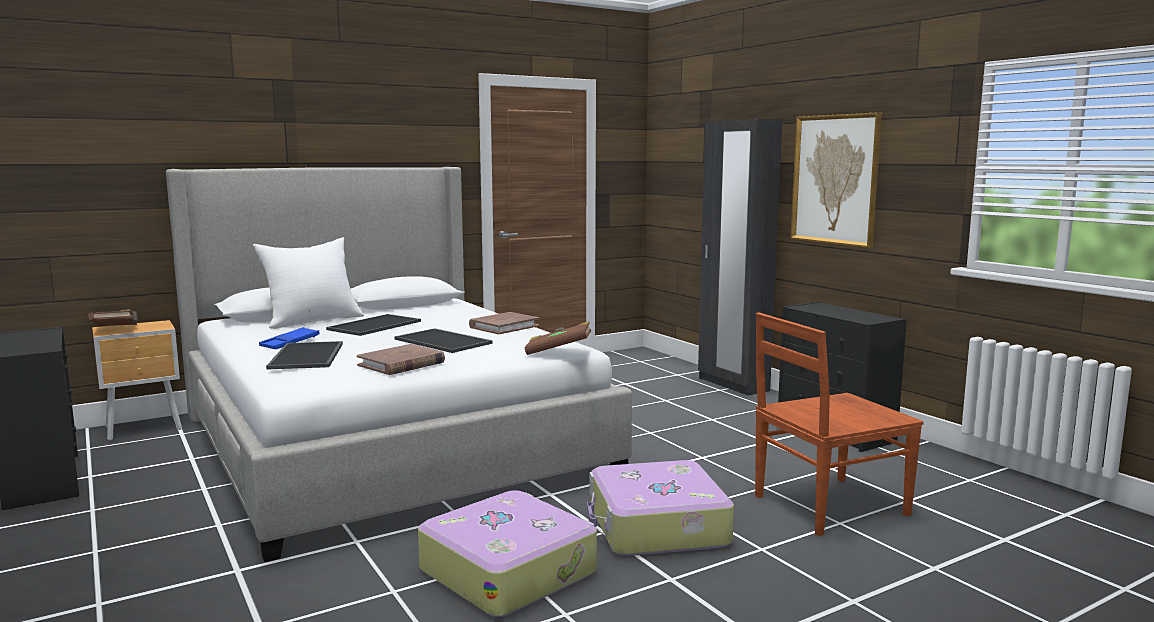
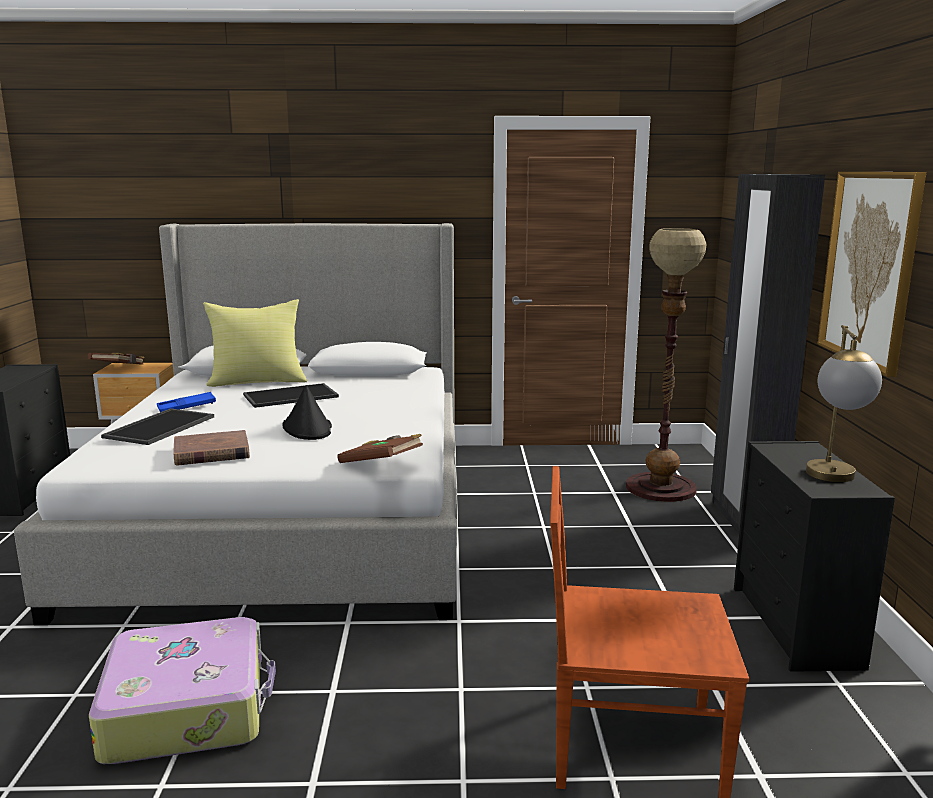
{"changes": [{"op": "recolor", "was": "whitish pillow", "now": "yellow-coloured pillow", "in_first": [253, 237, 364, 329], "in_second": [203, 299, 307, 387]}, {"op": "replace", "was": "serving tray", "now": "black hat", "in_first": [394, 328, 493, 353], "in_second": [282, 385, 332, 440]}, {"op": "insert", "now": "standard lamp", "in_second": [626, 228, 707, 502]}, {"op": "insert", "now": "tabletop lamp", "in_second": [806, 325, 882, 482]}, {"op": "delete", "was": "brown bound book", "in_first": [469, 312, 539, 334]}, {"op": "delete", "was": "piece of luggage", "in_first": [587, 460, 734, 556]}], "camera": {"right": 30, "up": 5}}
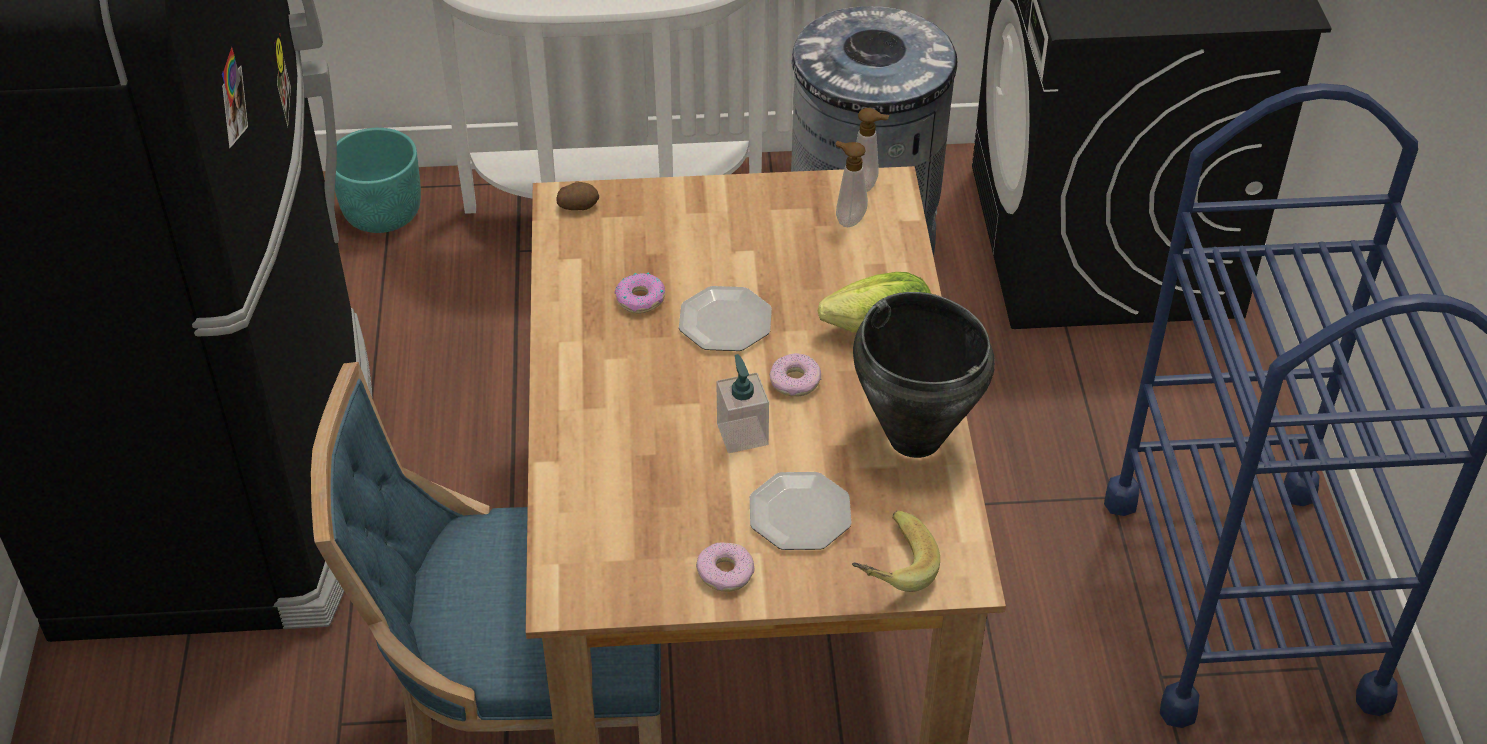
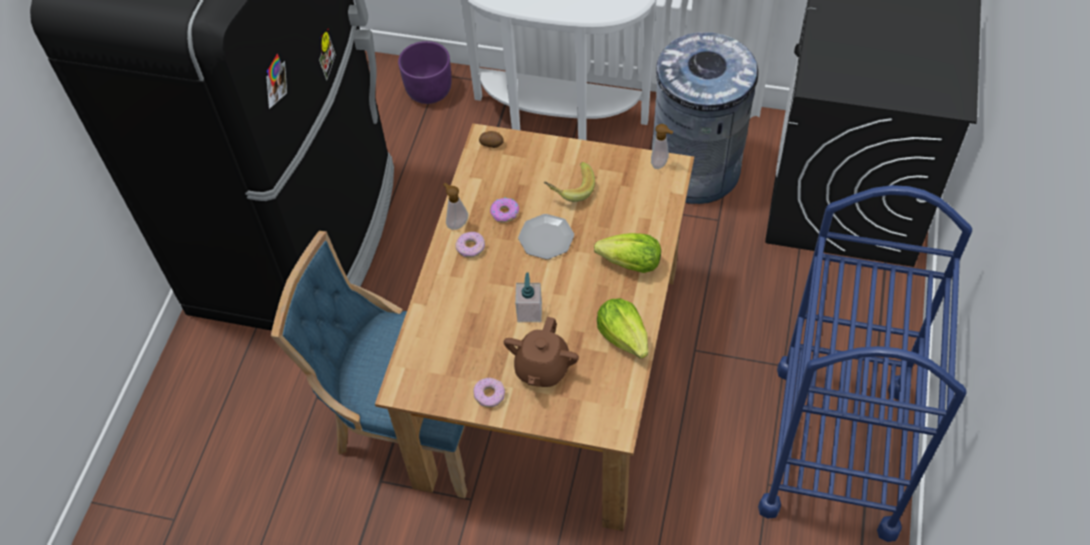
{"changes": [{"op": "recolor", "was": "blue-green plant pot", "now": "purplish plant pot", "in_first": [335, 128, 421, 233], "in_second": [398, 41, 452, 104]}, {"op": "move", "was": "soap dispenser", "in_first": [836, 141, 868, 227], "in_second": [443, 183, 468, 230]}, {"op": "move", "was": "donut", "in_first": [769, 353, 821, 397], "in_second": [455, 232, 485, 258]}, {"op": "replace", "was": "plate", "now": "brown teapot", "in_first": [750, 472, 851, 550], "in_second": [504, 317, 579, 387]}, {"op": "move", "was": "banana fruit", "in_first": [852, 511, 940, 592], "in_second": [544, 162, 595, 202]}, {"op": "replace", "was": "black cooking pot", "now": "lettuce head", "in_first": [853, 292, 995, 458], "in_second": [597, 298, 648, 359]}], "camera": {"right": 20, "up": 10}}
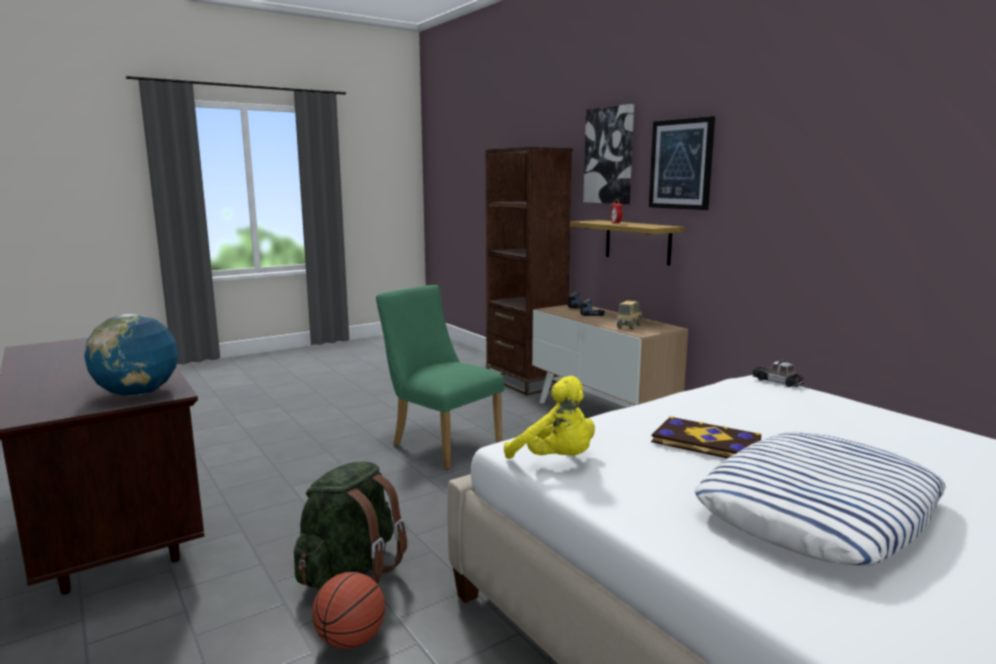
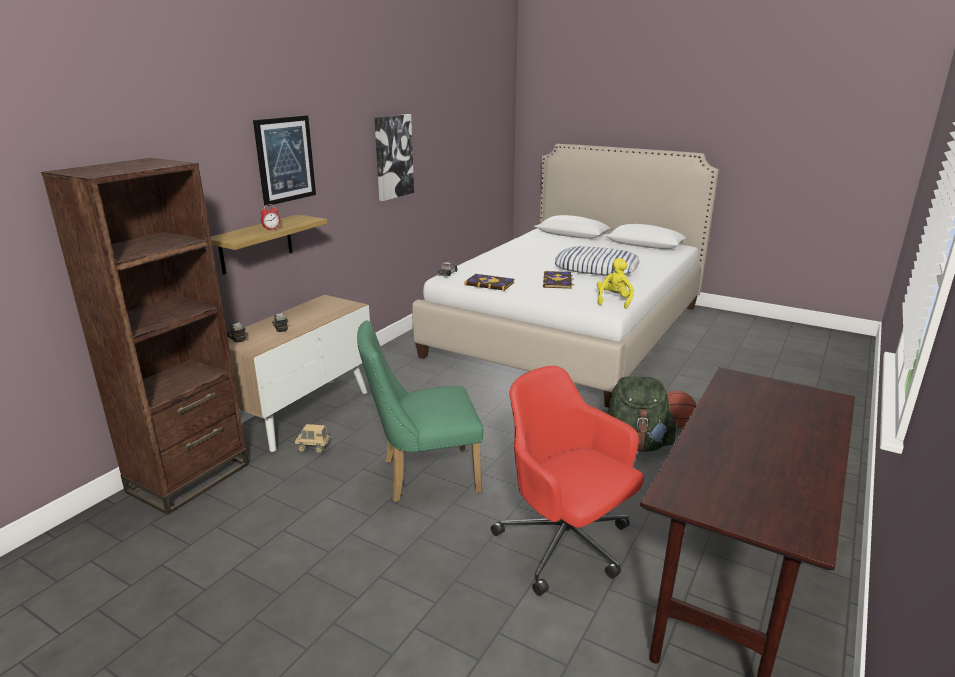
{"changes": [{"op": "move", "was": "toy truck", "in_first": [616, 301, 642, 329], "in_second": [295, 424, 330, 453]}, {"op": "rotate", "was": "green upright chair", "in_first": [376, 285, 504, 470], "in_second": [357, 320, 483, 502], "clockwise": 60}, {"op": "move", "was": "wall art", "in_first": [583, 104, 634, 204], "in_second": [374, 114, 414, 201]}, {"op": "insert", "now": "bound book", "in_second": [464, 274, 515, 291]}, {"op": "insert", "now": "reddish desk chair", "in_second": [491, 366, 644, 596]}, {"op": "delete", "was": "desk globe", "in_first": [84, 314, 179, 396]}], "camera": {"right": -115, "up": 10}}
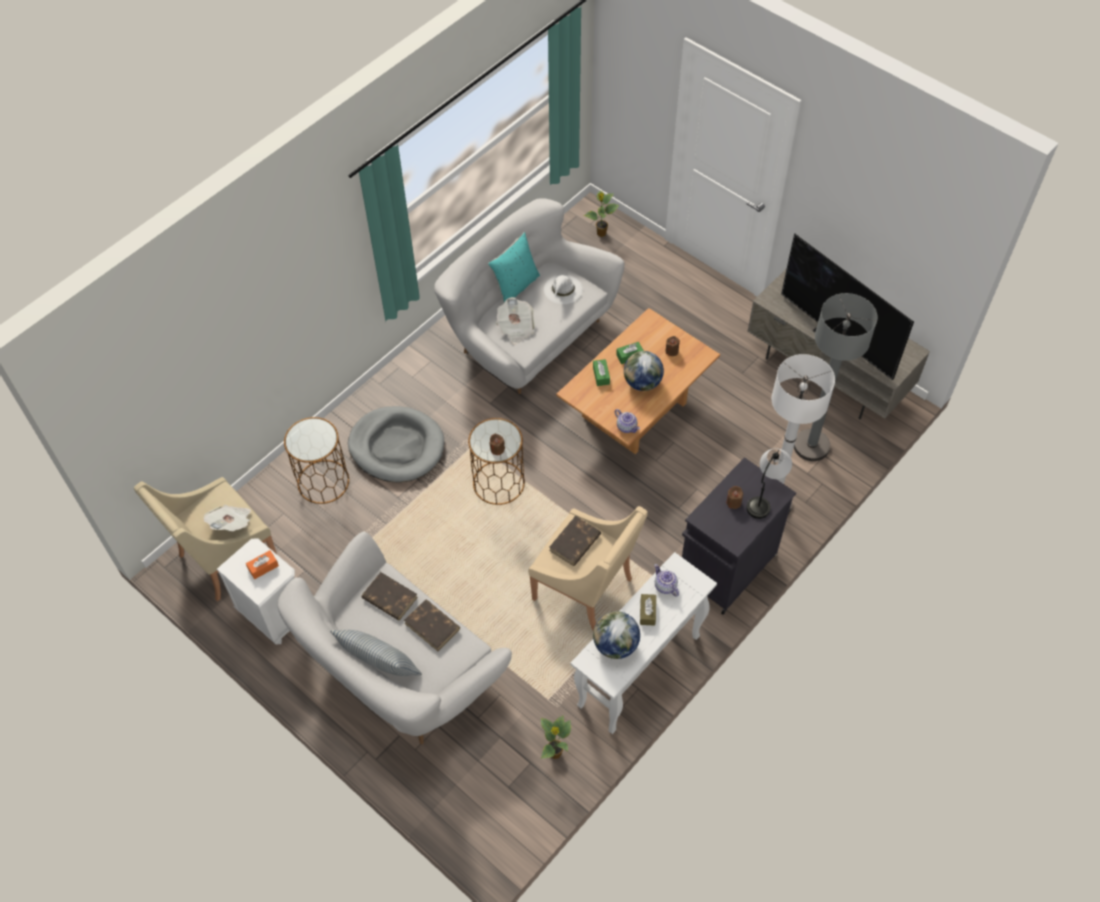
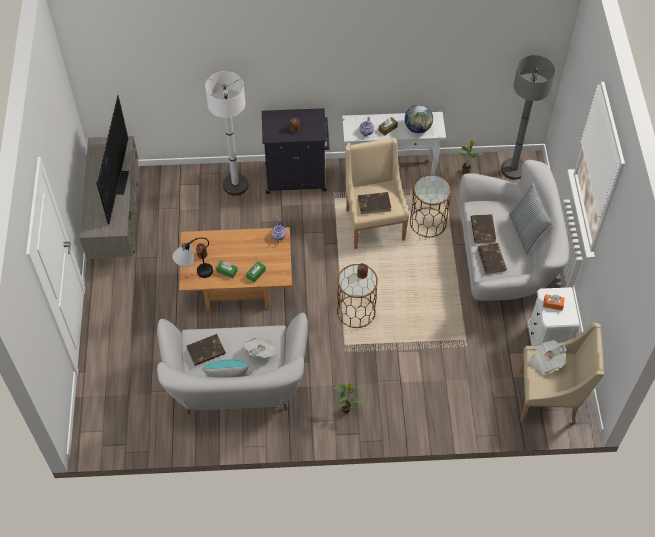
{"changes": [{"op": "move", "was": "tabletop lamp", "in_first": [746, 448, 792, 519], "in_second": [172, 237, 213, 278]}, {"op": "replace", "was": "whitish hat", "now": "brown bound book", "in_first": [544, 275, 583, 304], "in_second": [186, 334, 226, 366]}, {"op": "move", "was": "potted plant", "in_first": [584, 191, 619, 237], "in_second": [334, 383, 363, 414]}, {"op": "move", "was": "brown side table", "in_first": [284, 417, 349, 504], "in_second": [410, 175, 452, 237]}, {"op": "move", "was": "greyish standard lamp", "in_first": [794, 293, 878, 461], "in_second": [501, 55, 555, 180]}, {"op": "delete", "was": "greyish dog cushion", "in_first": [348, 406, 444, 482]}, {"op": "delete", "was": "desk globe", "in_first": [624, 351, 664, 391]}], "camera": {"right": -135, "up": 0}}
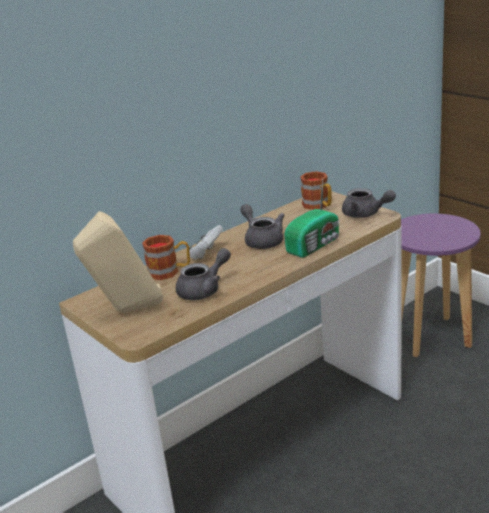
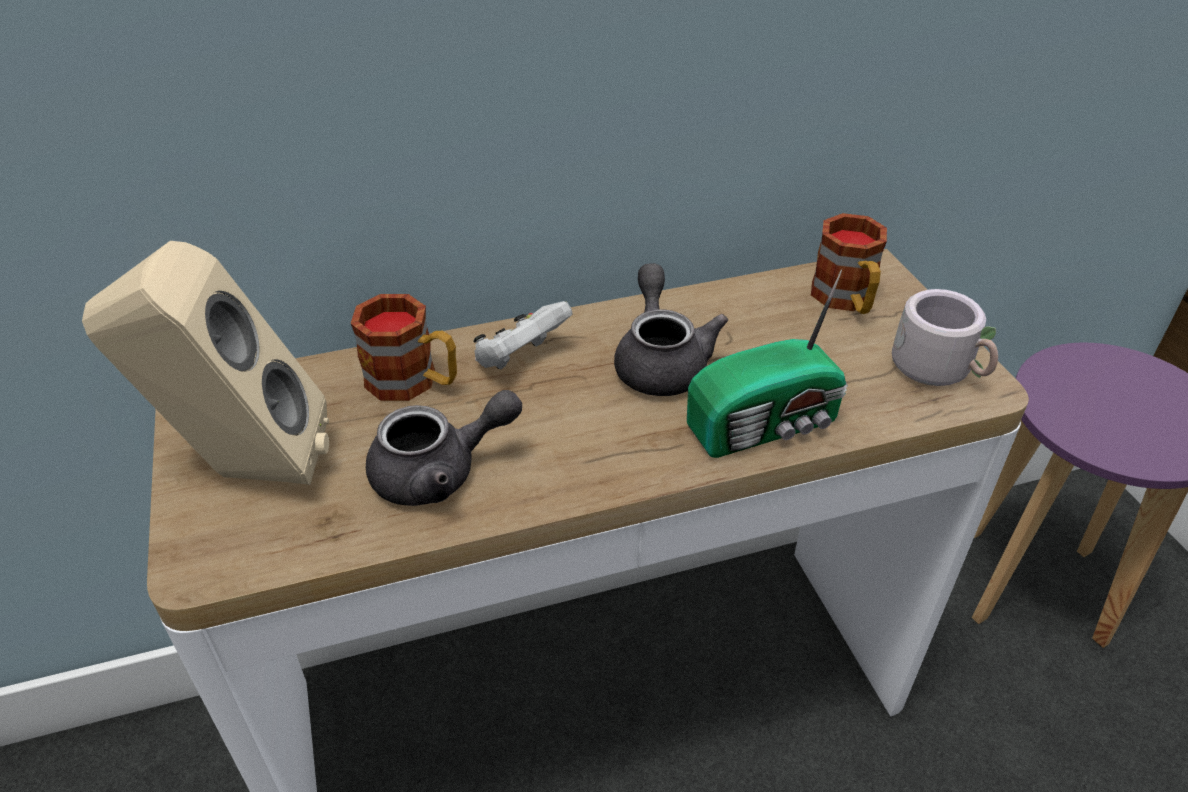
{"changes": [{"op": "replace", "was": "greyish teapot", "now": "greyish mug", "in_first": [342, 188, 396, 218], "in_second": [892, 289, 998, 386]}], "camera": {"right": 20, "up": 15}}
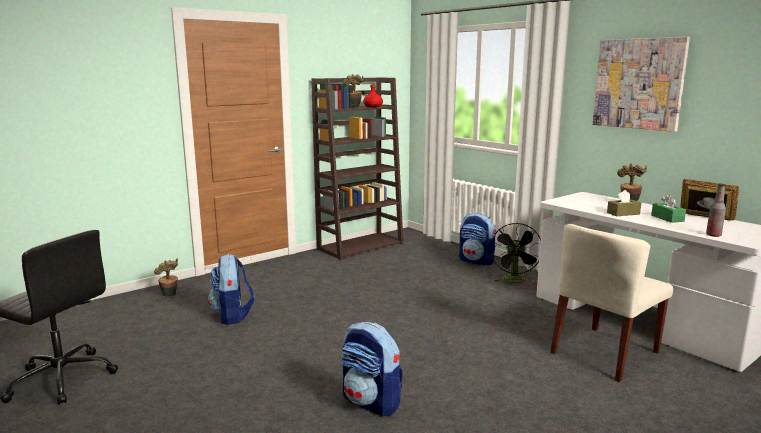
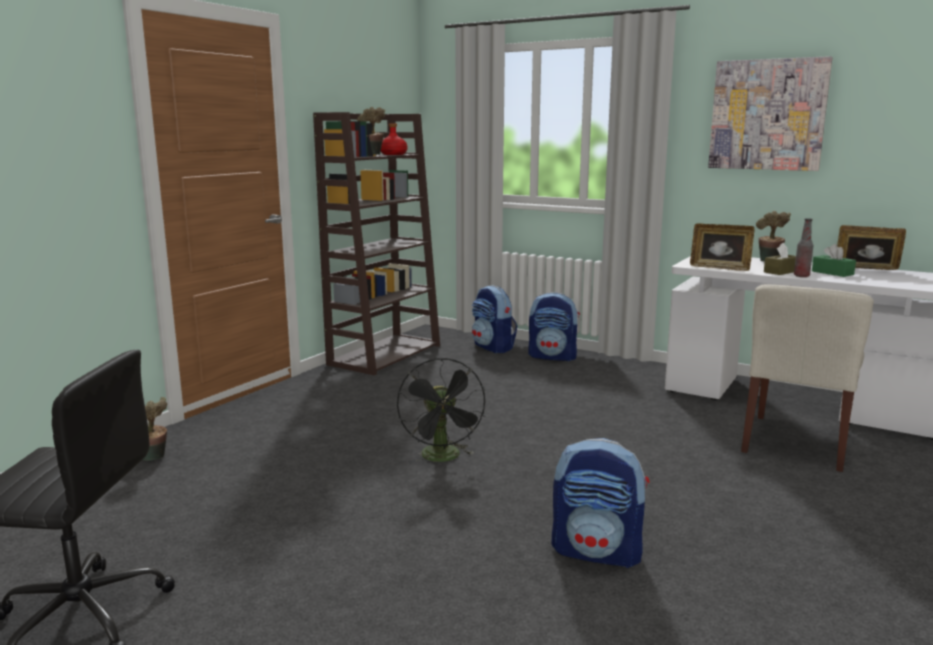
{"changes": [{"op": "move", "was": "black electric fan", "in_first": [490, 223, 541, 283], "in_second": [397, 358, 486, 463]}, {"op": "move", "was": "rucksack", "in_first": [208, 254, 254, 325], "in_second": [472, 286, 517, 353]}, {"op": "insert", "now": "photo frame", "in_second": [690, 223, 754, 271]}, {"op": "move", "was": "bottle", "in_first": [706, 184, 726, 237], "in_second": [794, 218, 814, 277]}], "camera": {"right": -20, "up": 0}}
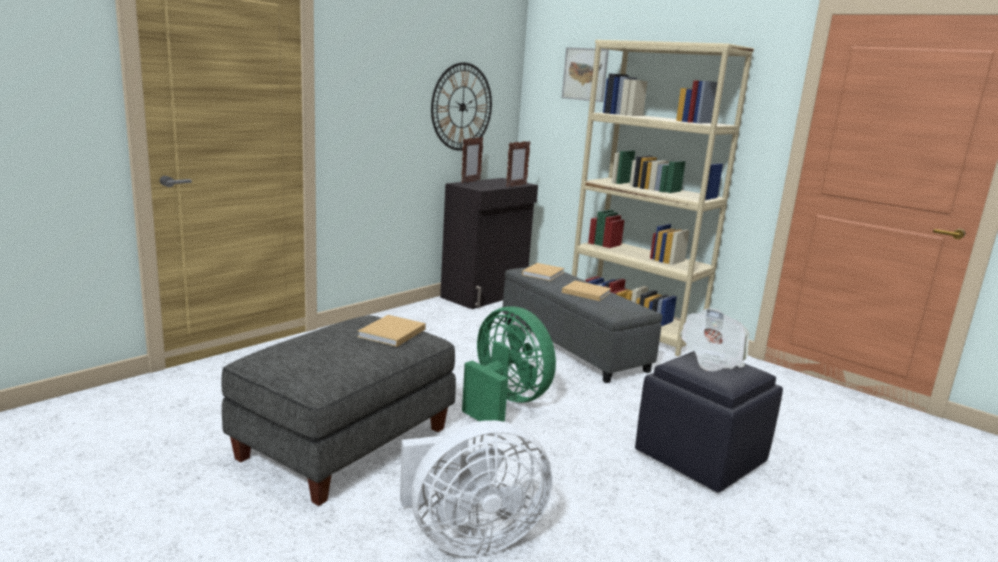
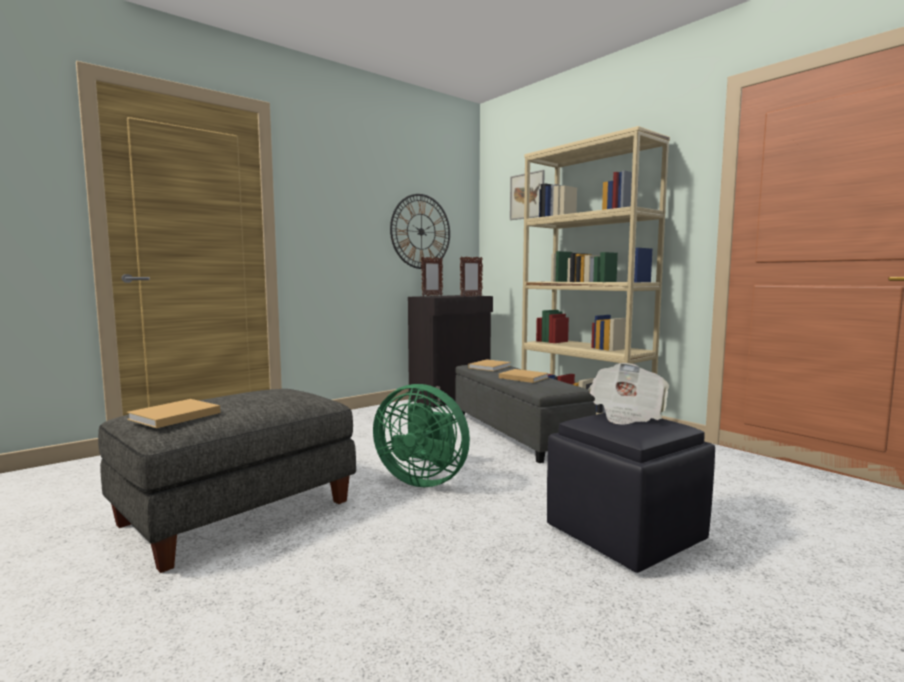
{"changes": [{"op": "move", "was": "beige-coloured bound book", "in_first": [358, 315, 426, 347], "in_second": [127, 399, 221, 428]}, {"op": "rotate", "was": "green electric fan", "in_first": [462, 306, 556, 422], "in_second": [373, 384, 470, 487], "clockwise": 150}, {"op": "delete", "was": "whitish electric fan", "in_first": [400, 420, 552, 556]}], "camera": {"right": 10, "up": -10}}
